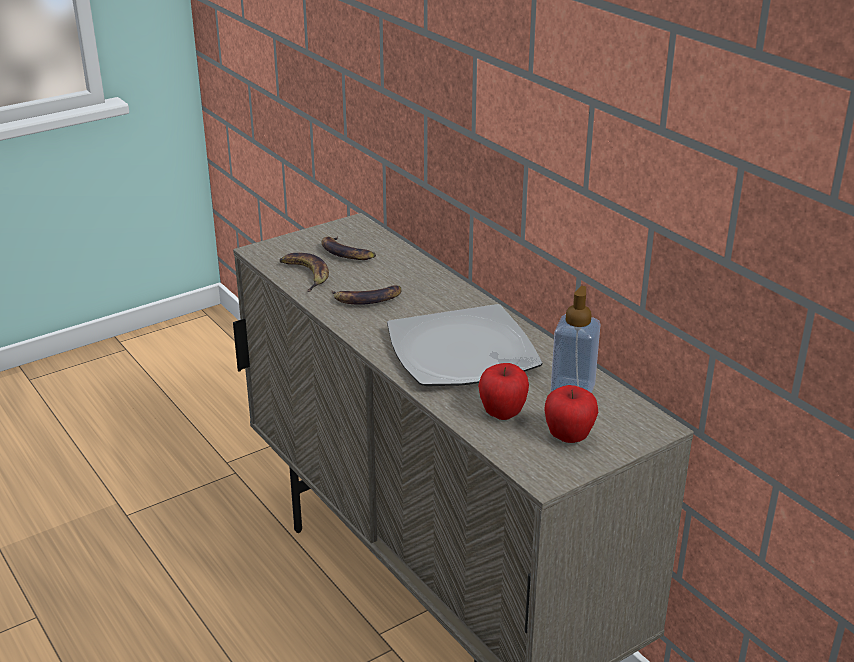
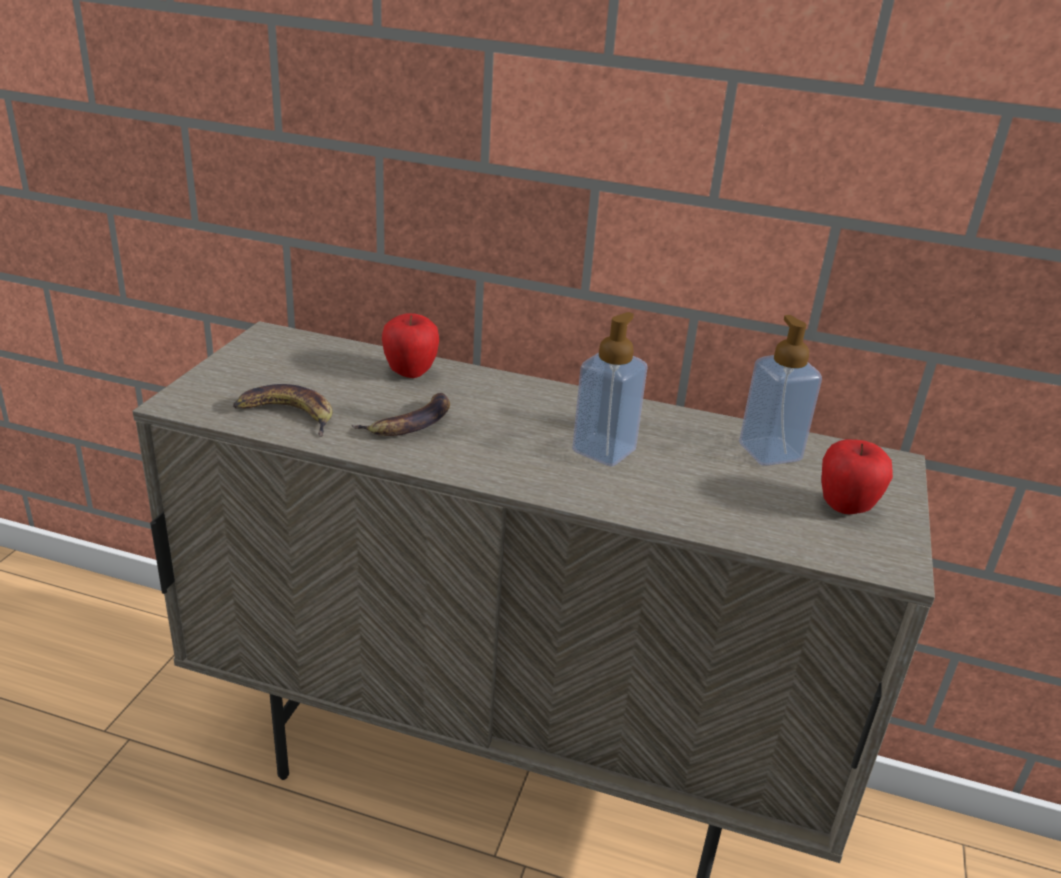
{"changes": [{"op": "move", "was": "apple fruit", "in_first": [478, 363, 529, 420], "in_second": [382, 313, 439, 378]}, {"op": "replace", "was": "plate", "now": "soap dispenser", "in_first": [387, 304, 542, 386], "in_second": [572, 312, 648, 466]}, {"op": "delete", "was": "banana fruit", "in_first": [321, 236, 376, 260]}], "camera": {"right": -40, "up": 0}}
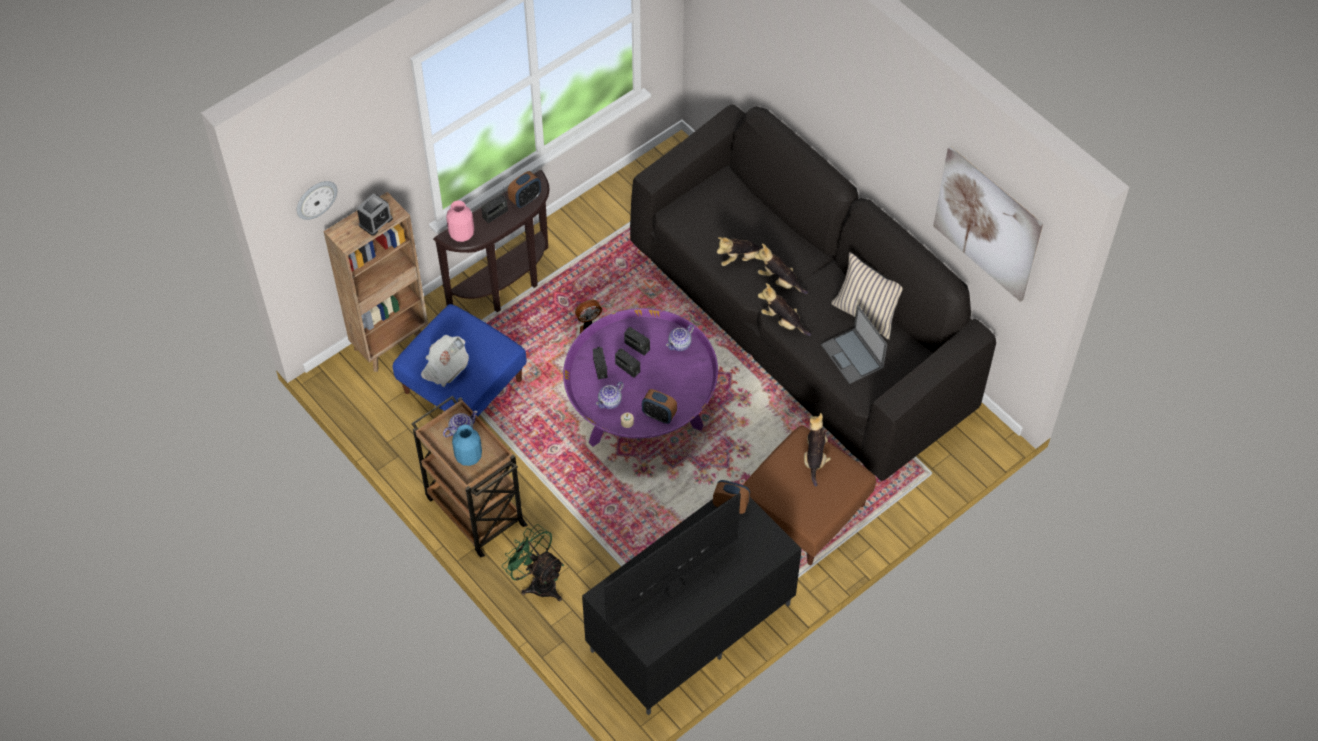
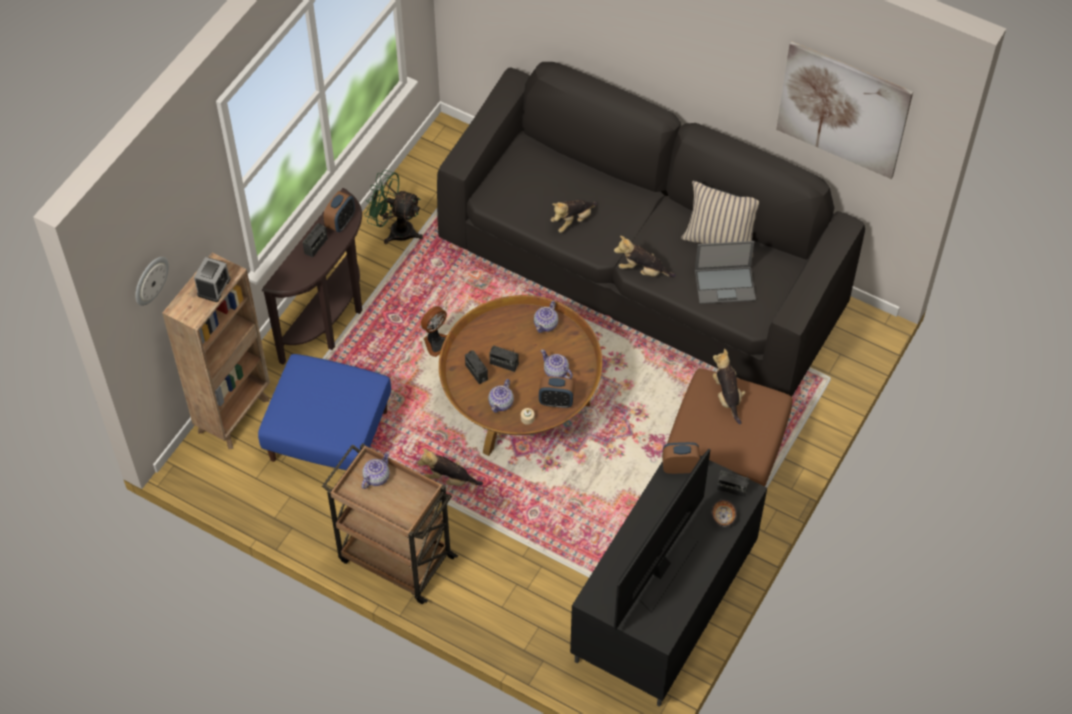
{"changes": [{"op": "move", "was": "green electric fan", "in_first": [502, 524, 564, 601], "in_second": [364, 170, 423, 244]}, {"op": "move", "was": "cuddly toy", "in_first": [754, 243, 808, 294], "in_second": [417, 448, 483, 486]}, {"op": "recolor", "was": "purplish lounge table", "now": "brown lounge table", "in_first": [563, 308, 718, 447], "in_second": [439, 295, 602, 456]}, {"op": "insert", "now": "teapot", "in_second": [541, 350, 573, 379]}, {"op": "rotate", "was": "portable computer", "in_first": [821, 305, 887, 384], "in_second": [695, 241, 756, 304], "clockwise": -45}, {"op": "insert", "now": "serving bowl", "in_second": [712, 499, 737, 527]}, {"op": "move", "was": "radio receiver", "in_first": [624, 327, 650, 356], "in_second": [717, 470, 750, 497]}, {"op": "delete", "was": "newspaper", "in_first": [421, 335, 469, 387]}, {"op": "delete", "was": "pink-coloured vase", "in_first": [446, 200, 474, 242]}, {"op": "delete", "was": "blue vase", "in_first": [452, 425, 482, 466]}], "camera": {"right": -20, "up": 0}}
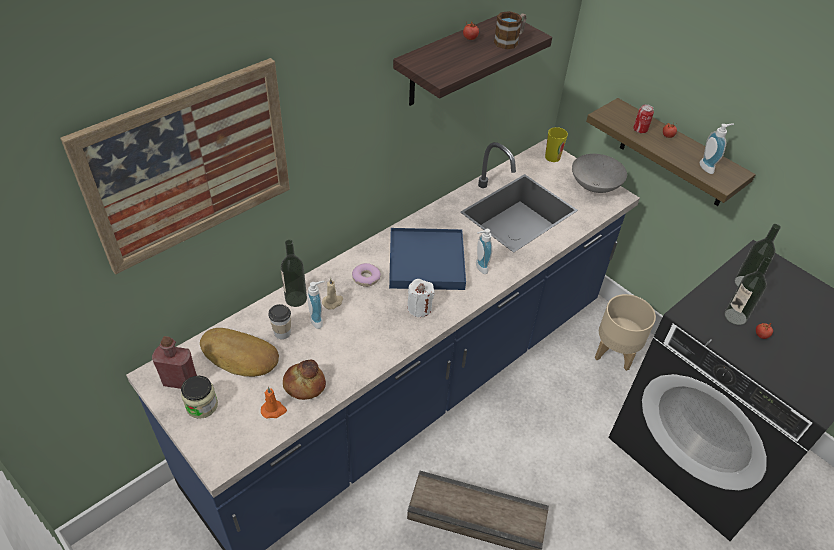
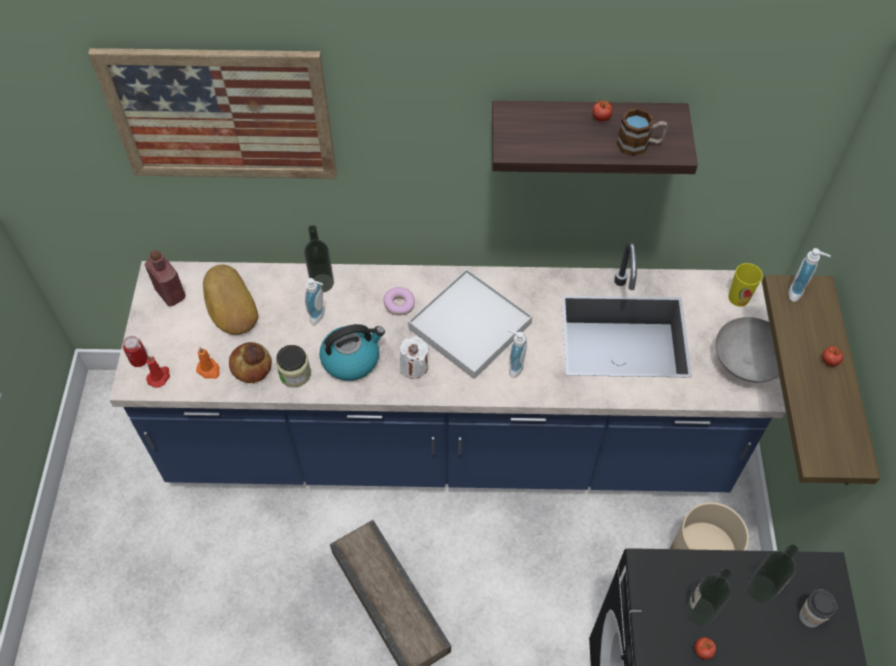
{"changes": [{"op": "move", "was": "metal can", "in_first": [633, 104, 654, 133], "in_second": [123, 336, 148, 367]}, {"op": "insert", "now": "reddish wax candle", "in_second": [146, 355, 170, 388]}, {"op": "move", "was": "storage jar", "in_first": [181, 376, 218, 419], "in_second": [276, 345, 311, 388]}, {"op": "insert", "now": "kettle", "in_second": [319, 324, 385, 381]}, {"op": "recolor", "was": "blue serving tray", "now": "whitish serving tray", "in_first": [389, 228, 466, 290], "in_second": [408, 269, 532, 379]}, {"op": "move", "was": "soap dispenser", "in_first": [699, 124, 734, 174], "in_second": [789, 248, 831, 302]}, {"op": "move", "was": "drinking cup", "in_first": [268, 304, 291, 339], "in_second": [799, 589, 837, 628]}, {"op": "delete", "was": "beige-coloured wax candle", "in_first": [322, 278, 343, 309]}], "camera": {"right": 45, "up": 10}}
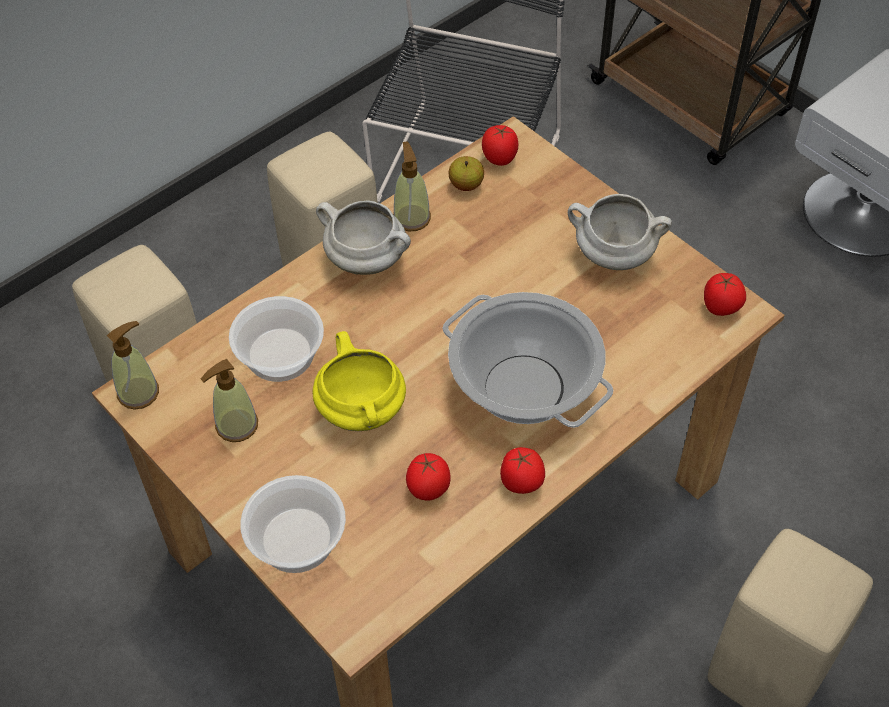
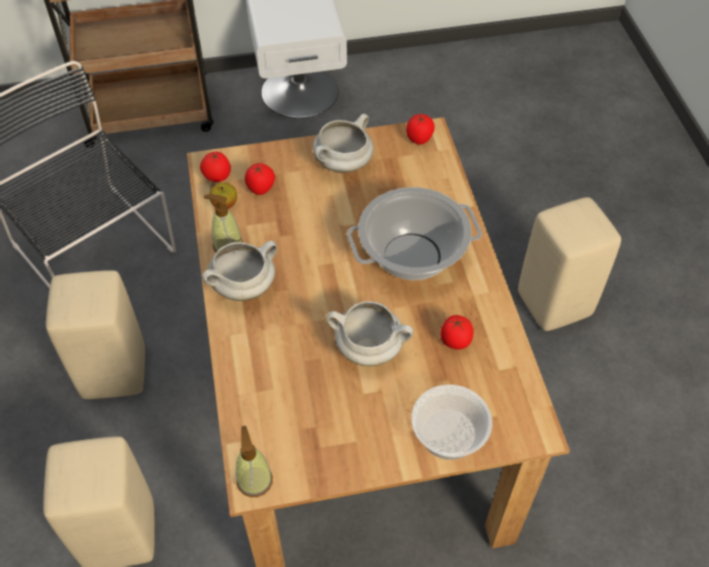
{"changes": [{"op": "move", "was": "fresh tomato", "in_first": [500, 447, 545, 494], "in_second": [245, 163, 275, 195]}, {"op": "recolor", "was": "yellow-coloured cooking pot", "now": "whitish cooking pot", "in_first": [312, 331, 406, 431], "in_second": [326, 301, 413, 366]}, {"op": "delete", "was": "soap dispenser", "in_first": [201, 359, 258, 442]}, {"op": "delete", "was": "serving bowl", "in_first": [229, 296, 324, 382]}], "camera": {"right": -60, "up": 0}}
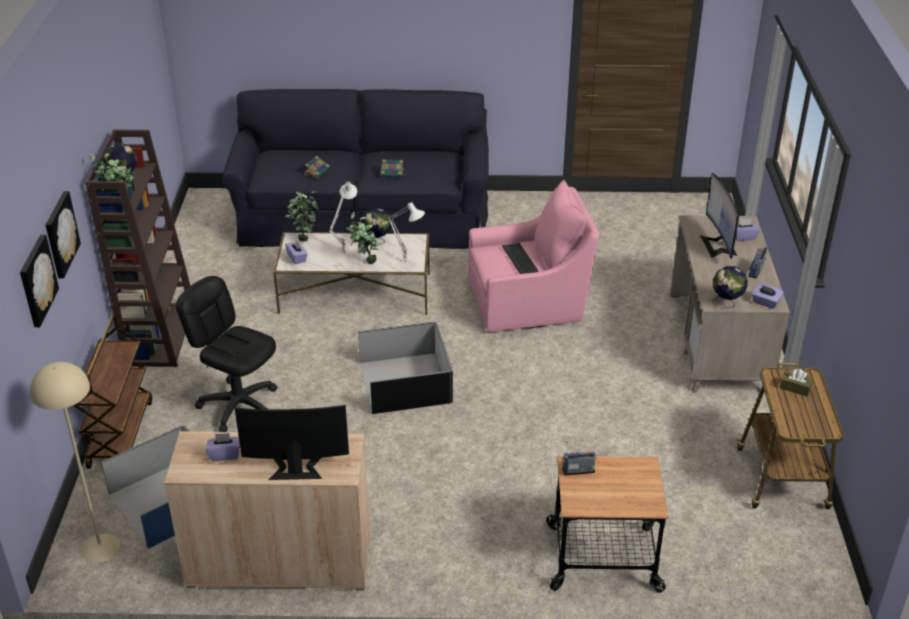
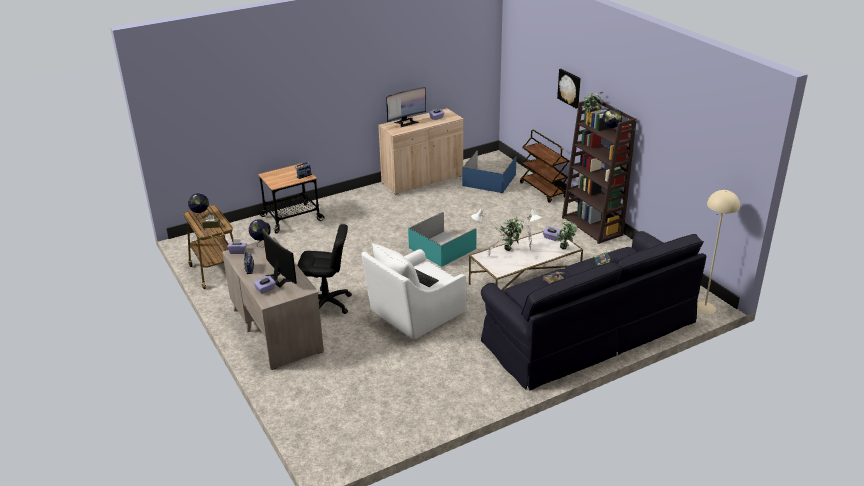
{"changes": [{"op": "move", "was": "desk globe", "in_first": [362, 208, 391, 244], "in_second": [188, 193, 209, 219]}, {"op": "move", "was": "black desk chair", "in_first": [176, 276, 277, 432], "in_second": [297, 224, 352, 314]}, {"op": "recolor", "was": "pink-coloured easy chair", "now": "whitish easy chair", "in_first": [468, 179, 600, 332], "in_second": [361, 243, 466, 339]}, {"op": "recolor", "was": "black storage container", "now": "blue-green storage container", "in_first": [358, 322, 453, 414], "in_second": [408, 212, 477, 267]}, {"op": "move", "was": "beige-coloured standard lamp", "in_first": [30, 362, 120, 563], "in_second": [697, 190, 740, 314]}, {"op": "delete", "was": "wall art", "in_first": [20, 235, 59, 327]}], "camera": {"right": 150, "up": -5}}
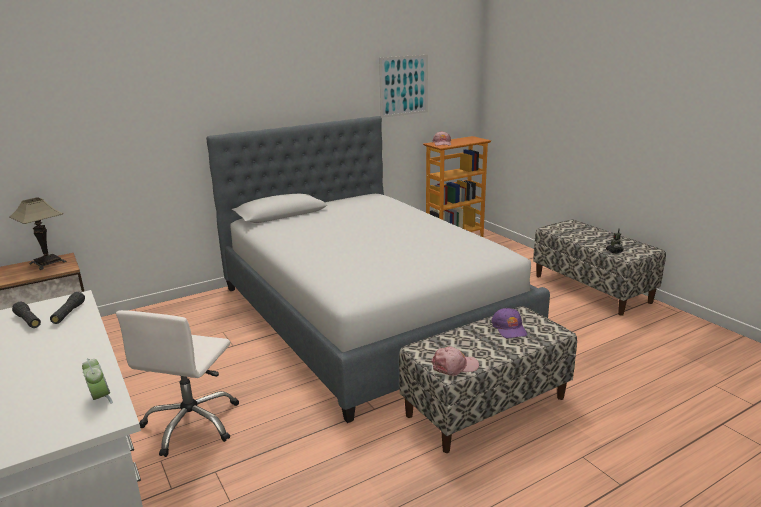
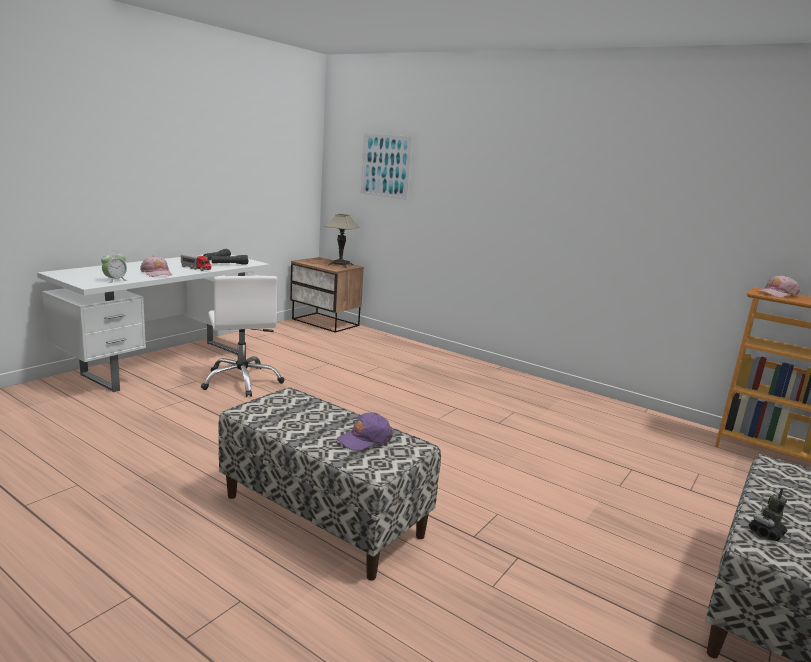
{"changes": [{"op": "move", "was": "pink-coloured cap", "in_first": [431, 346, 479, 376], "in_second": [140, 256, 172, 277]}, {"op": "insert", "now": "toy truck", "in_second": [181, 253, 211, 271]}, {"op": "rotate", "was": "whitish desk chair", "in_first": [116, 310, 239, 457], "in_second": [201, 276, 285, 397], "clockwise": -105}, {"op": "move", "was": "wall art", "in_first": [379, 55, 428, 118], "in_second": [360, 133, 413, 200]}, {"op": "delete", "was": "bed", "in_first": [206, 116, 550, 423]}], "camera": {"right": 65, "up": -5}}
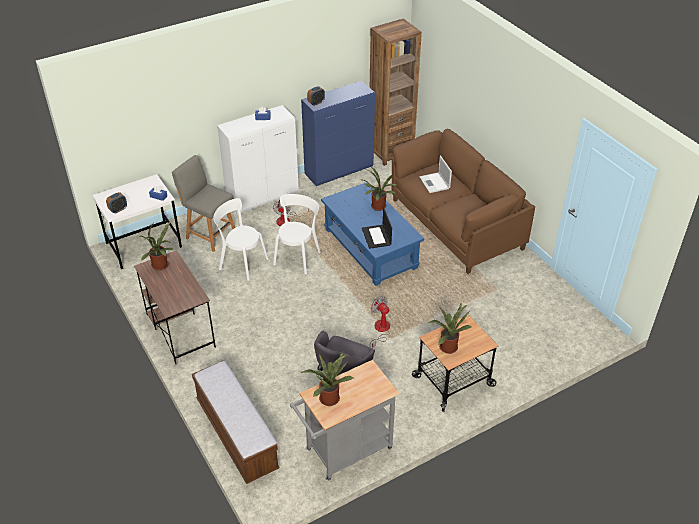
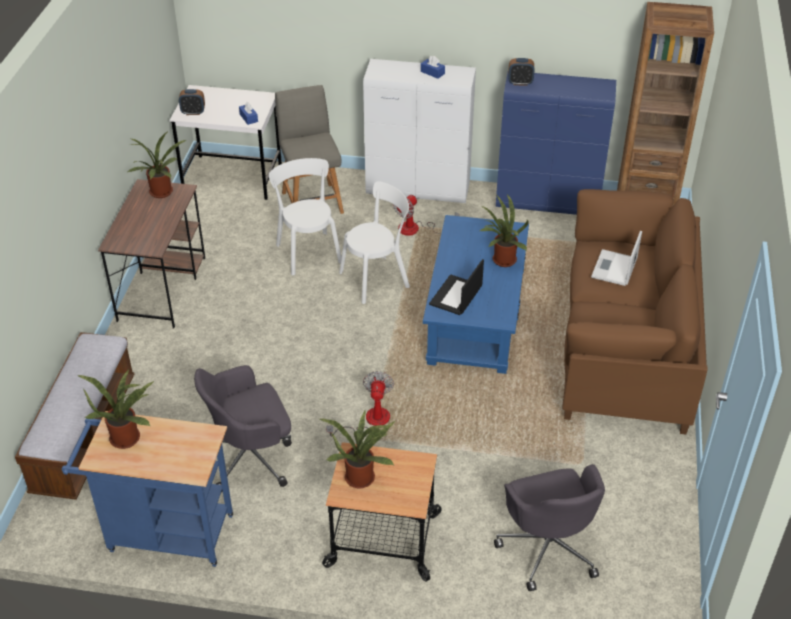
{"changes": [{"op": "recolor", "was": "greyish wheeled cart", "now": "blue wheeled cart", "in_first": [290, 360, 400, 481], "in_second": [62, 411, 233, 567]}, {"op": "insert", "now": "greyish desk chair", "in_second": [494, 464, 605, 591]}], "camera": {"right": 40, "up": 0}}
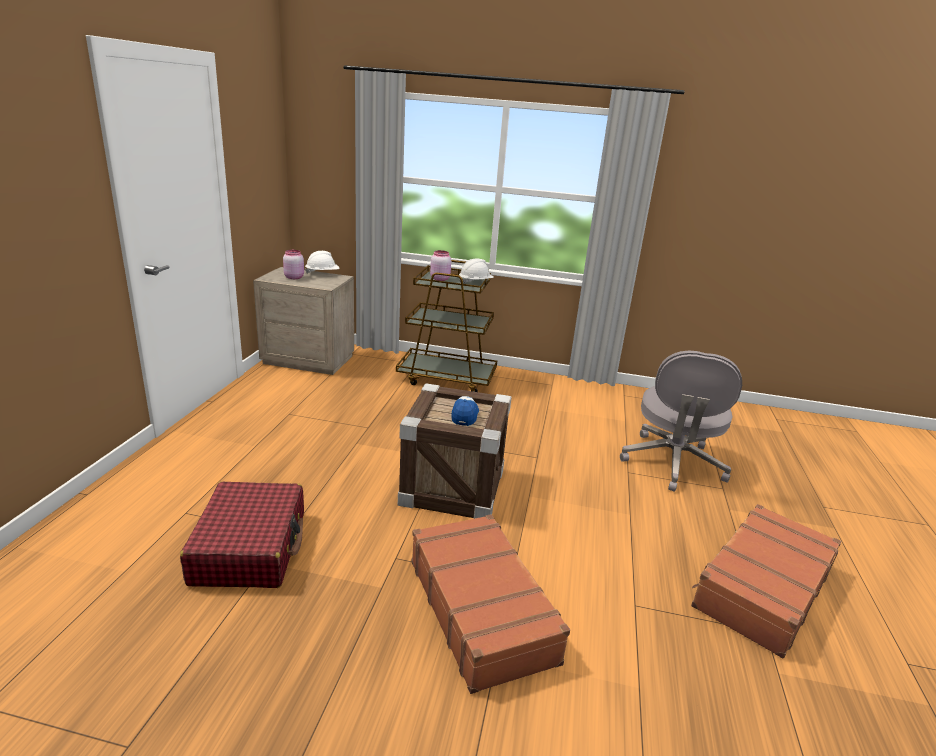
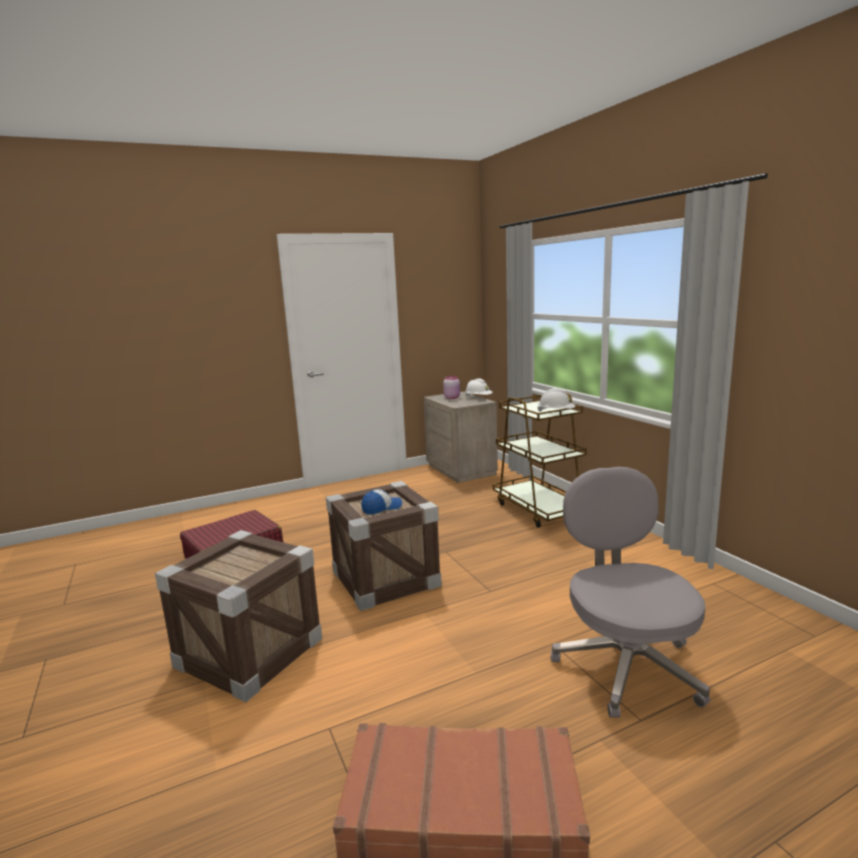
{"changes": [{"op": "replace", "was": "brown piece of luggage", "now": "crate", "in_first": [412, 514, 570, 694], "in_second": [155, 530, 322, 702]}, {"op": "rotate", "was": "greyish desk chair", "in_first": [620, 350, 742, 492], "in_second": [551, 467, 710, 718], "clockwise": 105}, {"op": "delete", "was": "pink-coloured storage jar", "in_first": [430, 250, 451, 281]}], "camera": {"right": 55, "up": -10}}
